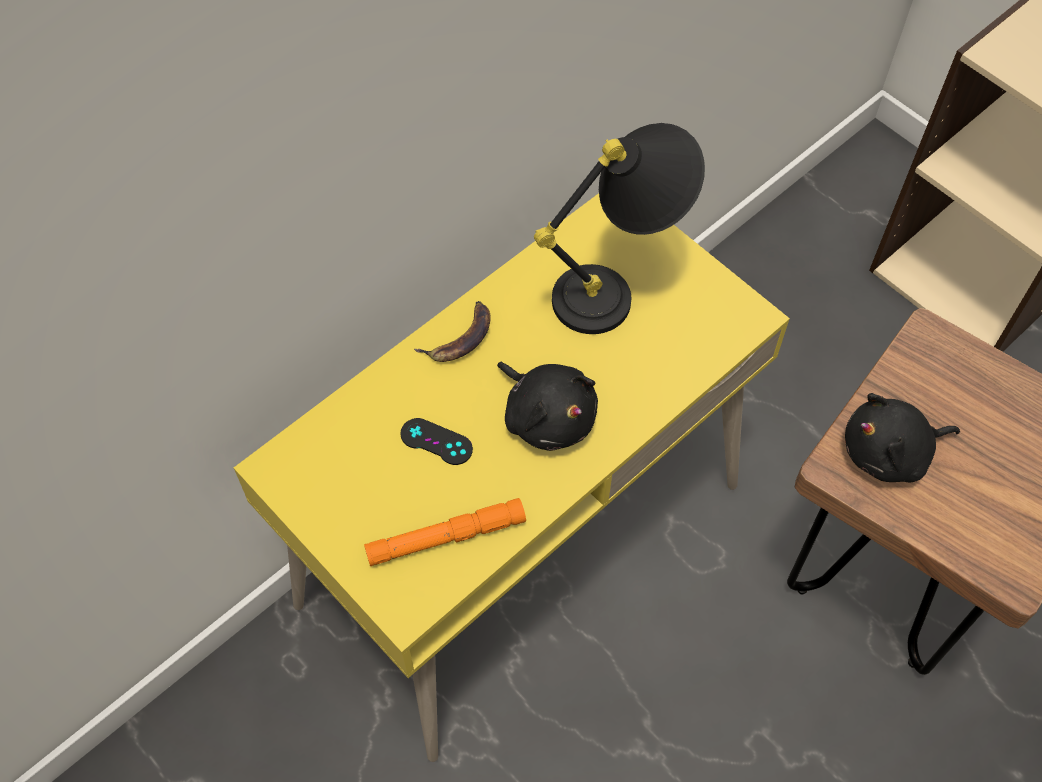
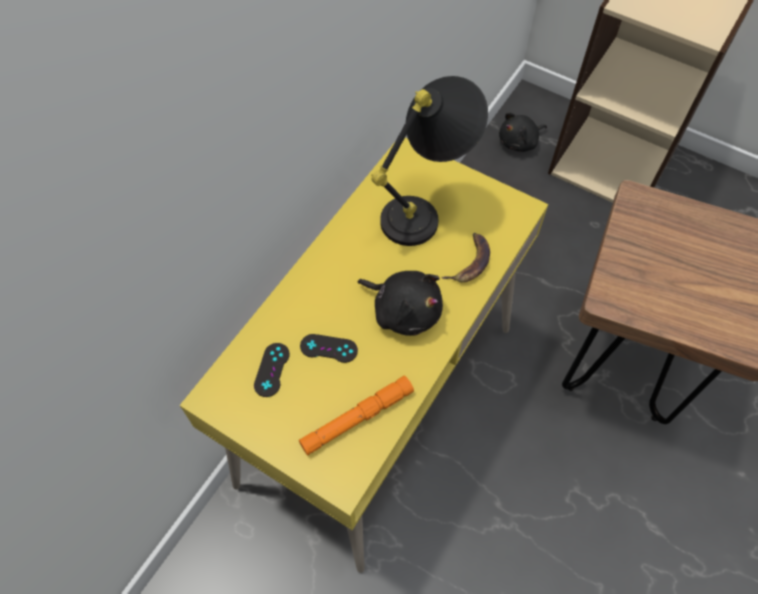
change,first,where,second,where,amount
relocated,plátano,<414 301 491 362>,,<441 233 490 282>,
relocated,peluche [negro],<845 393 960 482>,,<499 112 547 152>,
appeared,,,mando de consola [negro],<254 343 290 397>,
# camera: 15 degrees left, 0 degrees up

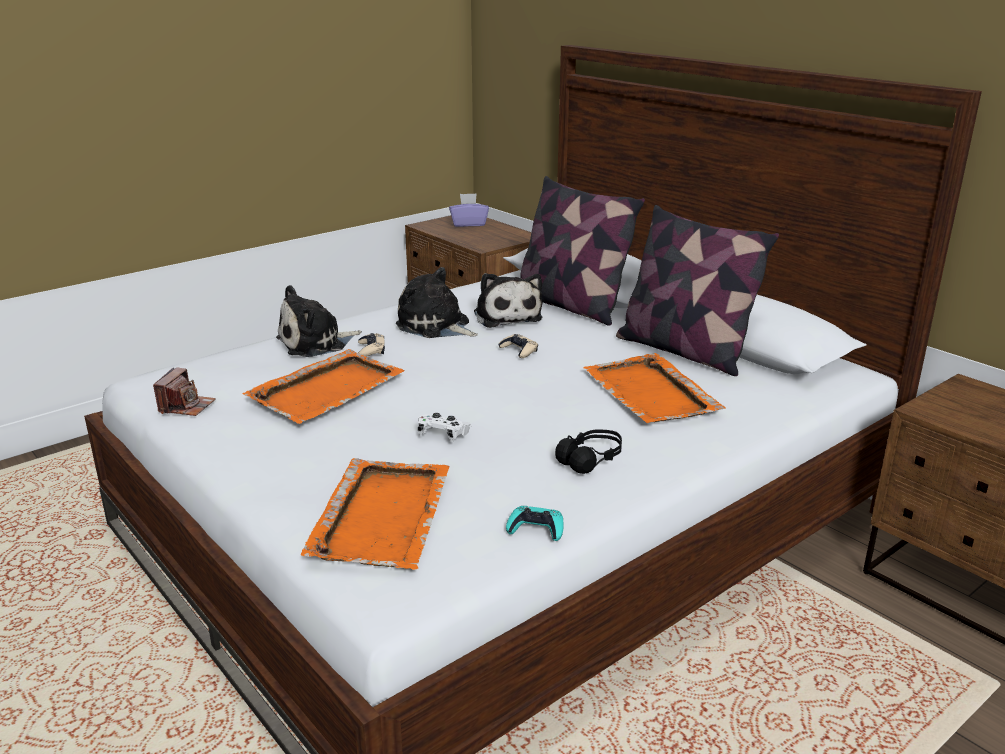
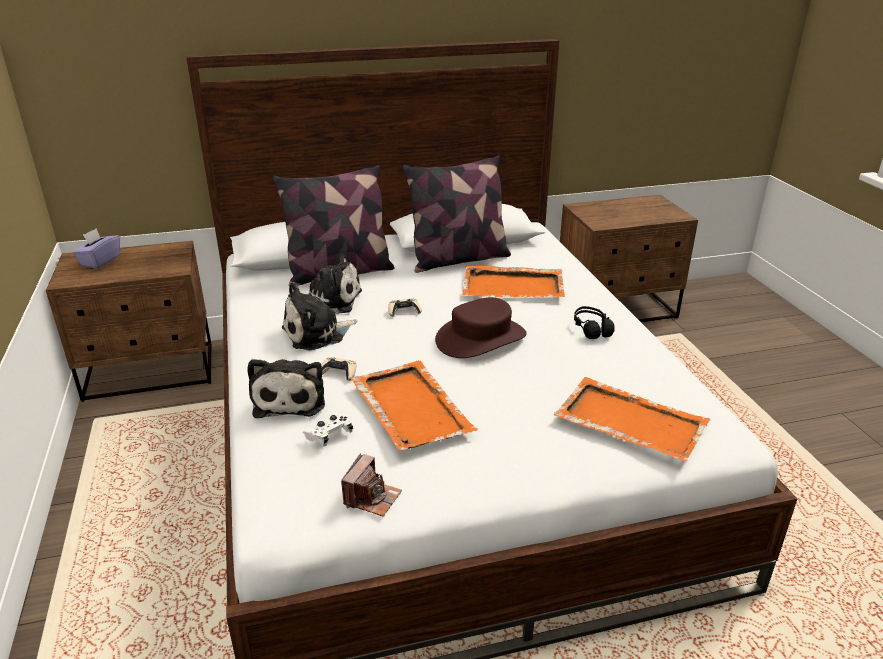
change,first,where,second,where,amount
spun,cámara,<153 367 216 416>,,<341 453 402 517>,75 degrees clockwise
relocated,mando de consola [blanco],<418 413 471 441>,,<303 414 353 446>,
missing,mando de consola [turquesa],<506 506 564 541>,,,
appeared,,,sombrero [marrón],<435 297 527 358>,
# camera: 65 degrees left, 5 degrees up

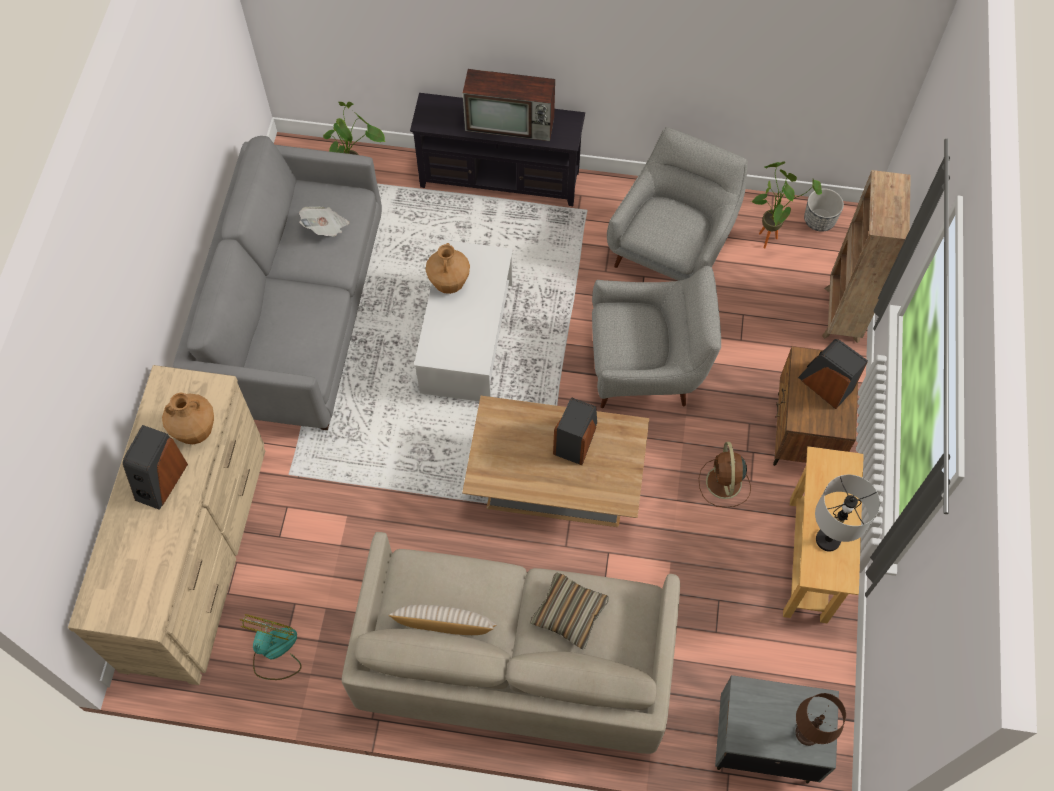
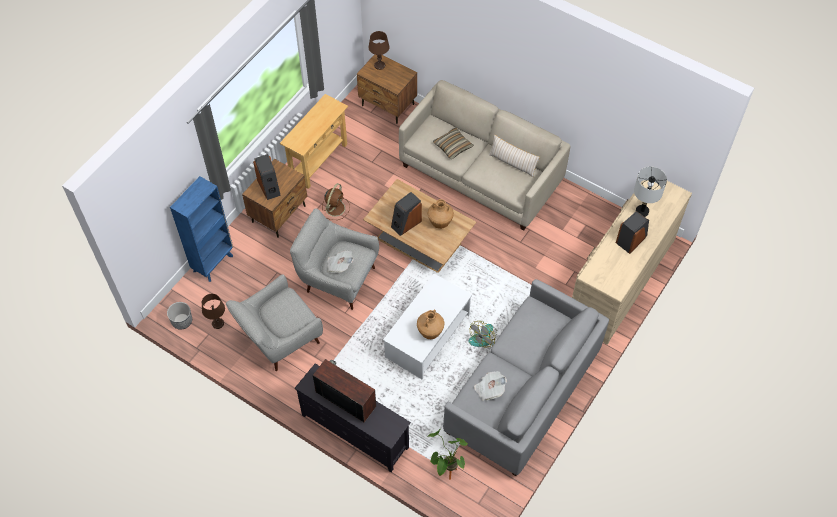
change,first,where,second,where,amount
relocated,florero [marrón],<162 393 214 444>,,<428 199 454 229>,
relocated,ventilador,<240 614 302 680>,,<468 321 497 347>,
colour,mesita de noche [gris],<715 675 839 784>,mesita de noche [marrón],<357 54 417 124>,
exchanged,planta en maceta,<751 161 822 249>,lámpara de mesa [marrón],<202 294 225 329>,
relocated,lámpara de mesa [gris],<815 475 880 552>,,<634 167 667 217>,
colour,estantería [marrón],<822 170 911 343>,estantería [azul],<170 176 233 282>,
appeared,,,periódico,<327 250 353 272>,
# camera: 155 degrees left, 5 degrees down

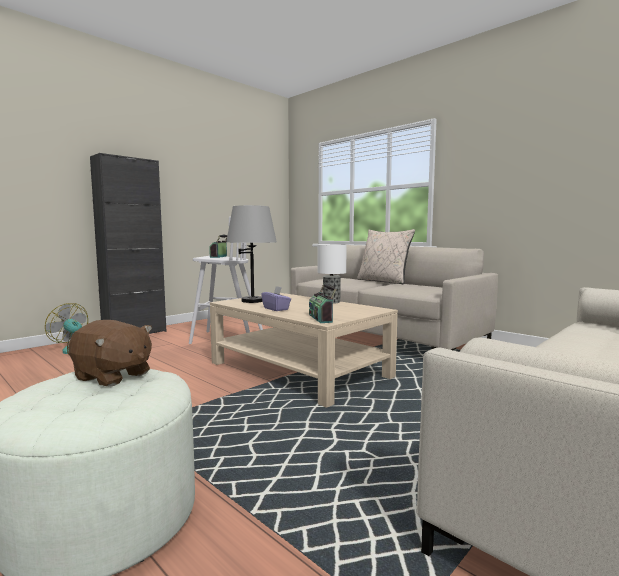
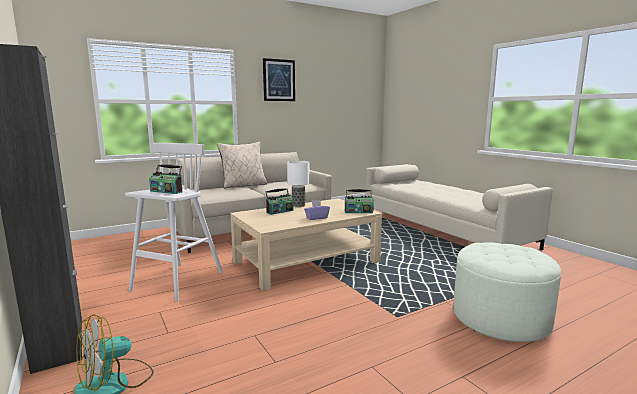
change,first,where,second,where,amount
missing,peluche [marrón],<68 320 152 386>,,,
missing,lámpara de mesa [gris],<226 205 277 303>,,,
appeared,,,cuadro,<263 58 295 101>,
appeared,,,radio,<265 188 294 215>,
# camera: 75 degrees left, 5 degrees up

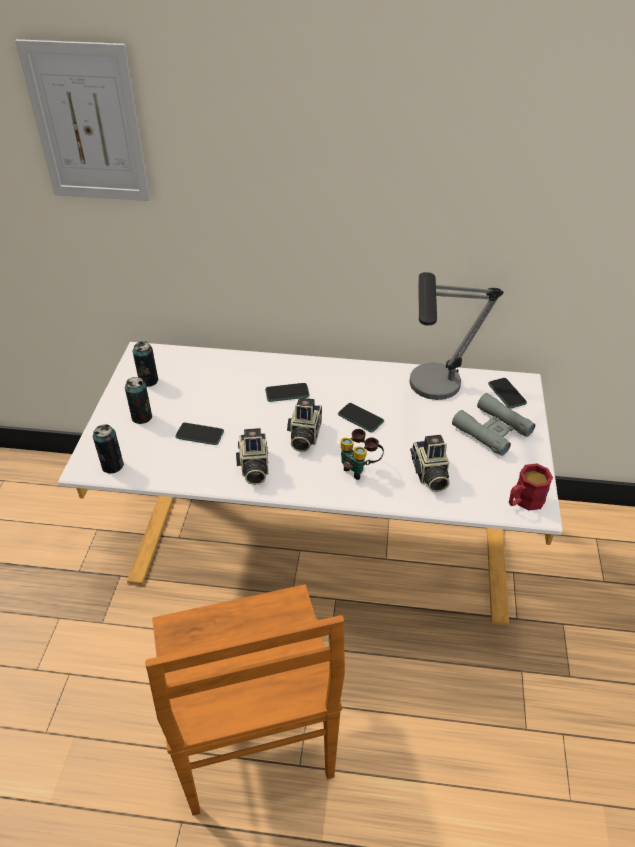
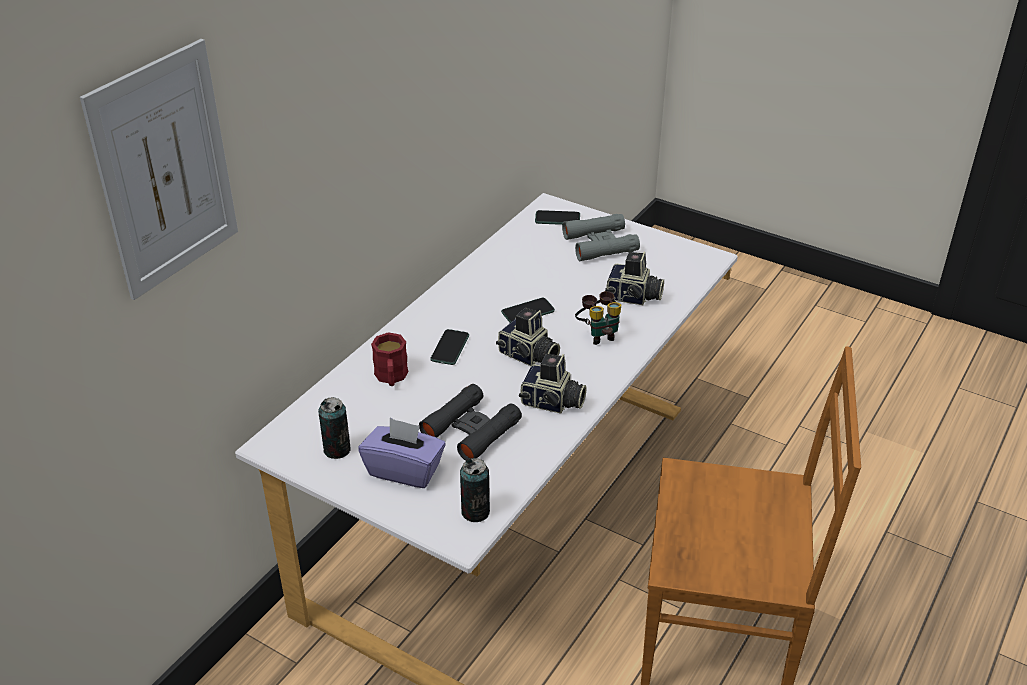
change,first,where,second,where,amount
exchanged,lata,<125 377 152 424>,caja de pañuelos [morado],<358 418 446 488>,
exchanged,móvil,<175 423 224 445>,prismáticos [negro],<419 384 522 461>,
missing,lámpara de mesa,<409 272 504 400>,,,
relocated,taza grande [rojo],<509 463 553 511>,,<371 332 408 386>,
# camera: 65 degrees left, 5 degrees down

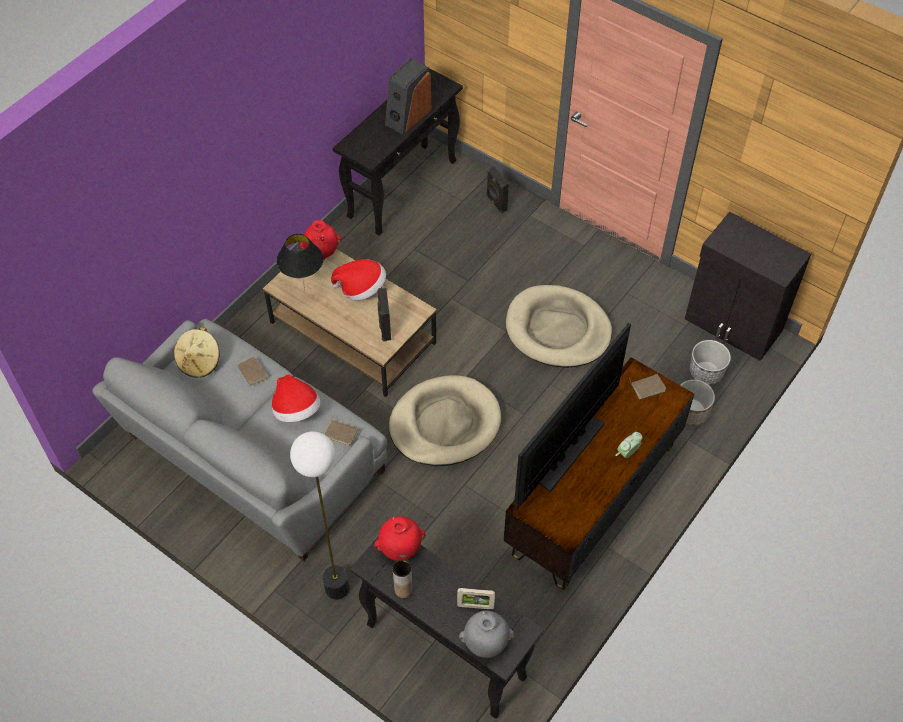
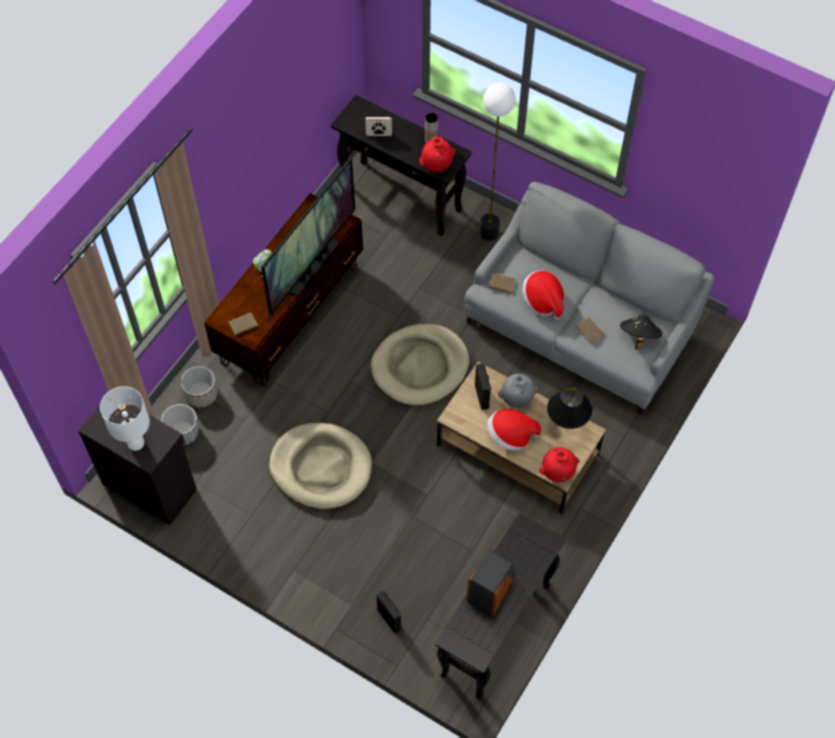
change,first,where,second,where,amount
colour,sombrero [beis],<174 327 220 378>,sombrero [negro],<620 314 663 350>,
relocated,florero [gris],<459 610 514 658>,,<498 374 538 409>,
appeared,,,lámpara de mesa [blanco],<100 386 150 451>,
# camera: 175 degrees right, 5 degrees up

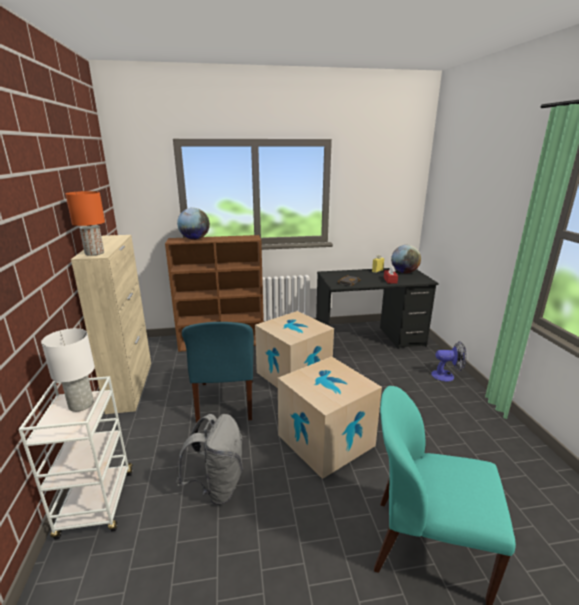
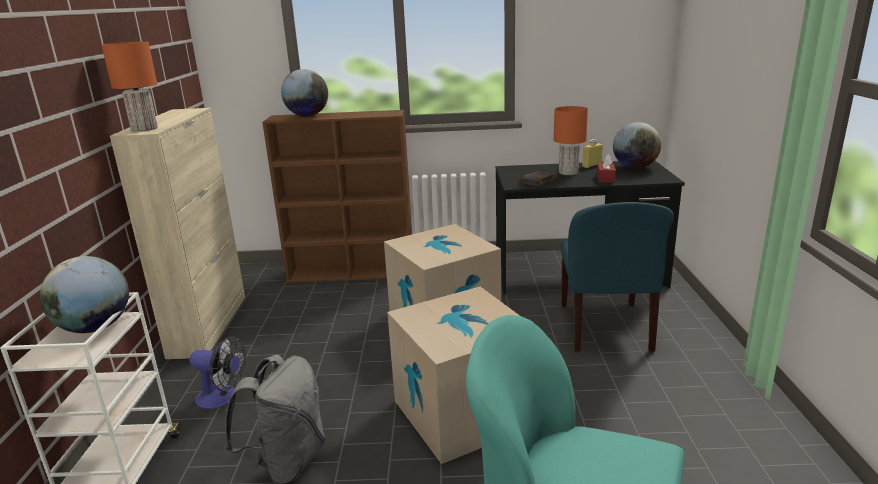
change,first,where,second,where,amount
exchanged,lámpara de mesa [blanco],<41 328 95 412>,globo terráqueo,<40 256 129 333>,
relocated,silla [azul],<182 322 254 423>,,<560 202 674 352>,
relocated,ventilador,<431 342 467 382>,,<189 336 246 409>,
appeared,,,lámpara de mesa [naranja],<554 106 588 175>,
# camera: 10 degrees right, 0 degrees up

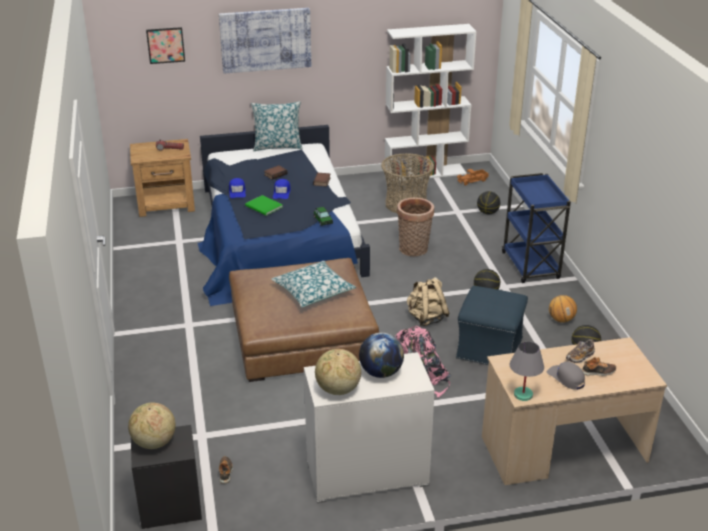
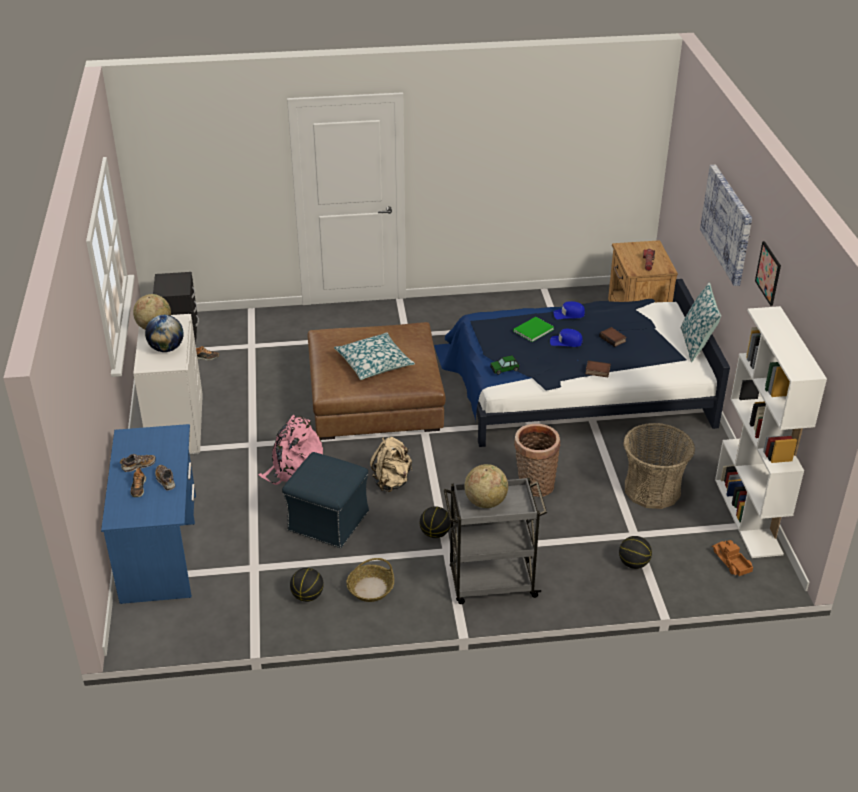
change,first,where,second,where,amount
relocated,globo terráqueo,<128 403 176 449>,,<464 464 508 508>,
relocated,cuadro,<146 27 185 64>,,<755 241 781 306>,
colour,escritorio [beis],<482 337 667 485>,escritorio [azul],<101 424 196 604>,
colour,carrito [azul],<502 173 571 283>,carrito [gris],<444 478 547 604>,
missing,lámpara de mesa [gris],<510 341 544 401>,,,
exchanged,gorra [gris],<547 362 585 390>,zapato,<120 454 156 472>,
exchanged,balón de baloncesto,<549 295 577 323>,cesta,<346 558 394 602>,
# camera: 95 degrees right, 5 degrees up

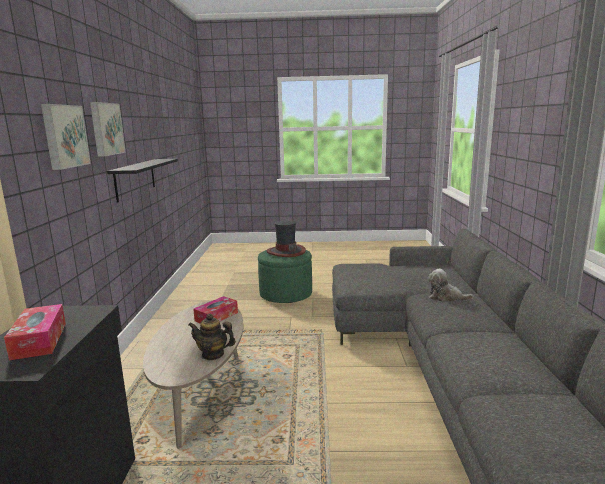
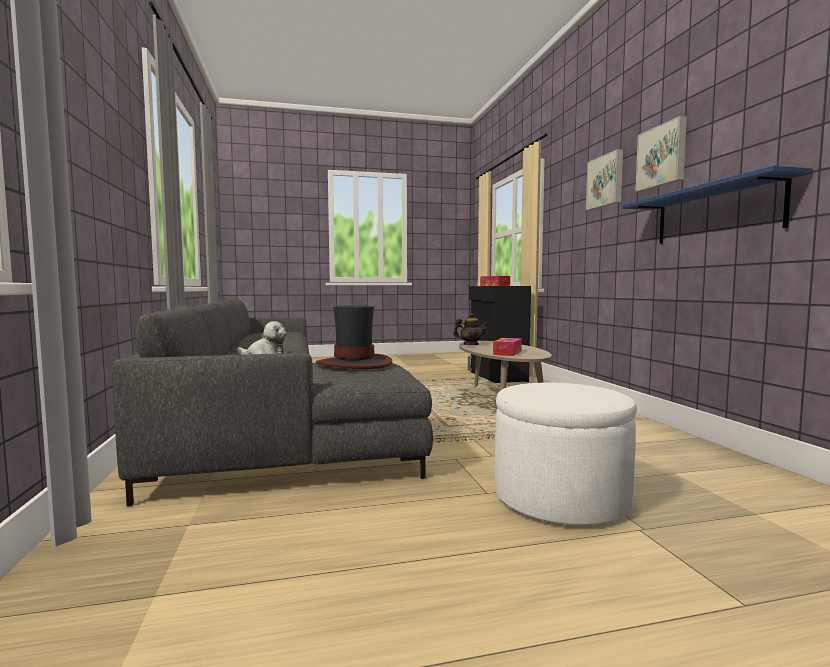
change,first,where,second,where,amount
colour,estante [negro],<107 159 178 202>,estante [azul],<622 165 813 244>,
colour,puf [verde],<258 250 312 303>,puf [blanco],<495 383 637 525>,
relocated,sombrero,<267 221 306 257>,,<316 305 392 369>,
# camera: 165 degrees right, 10 degrees down

